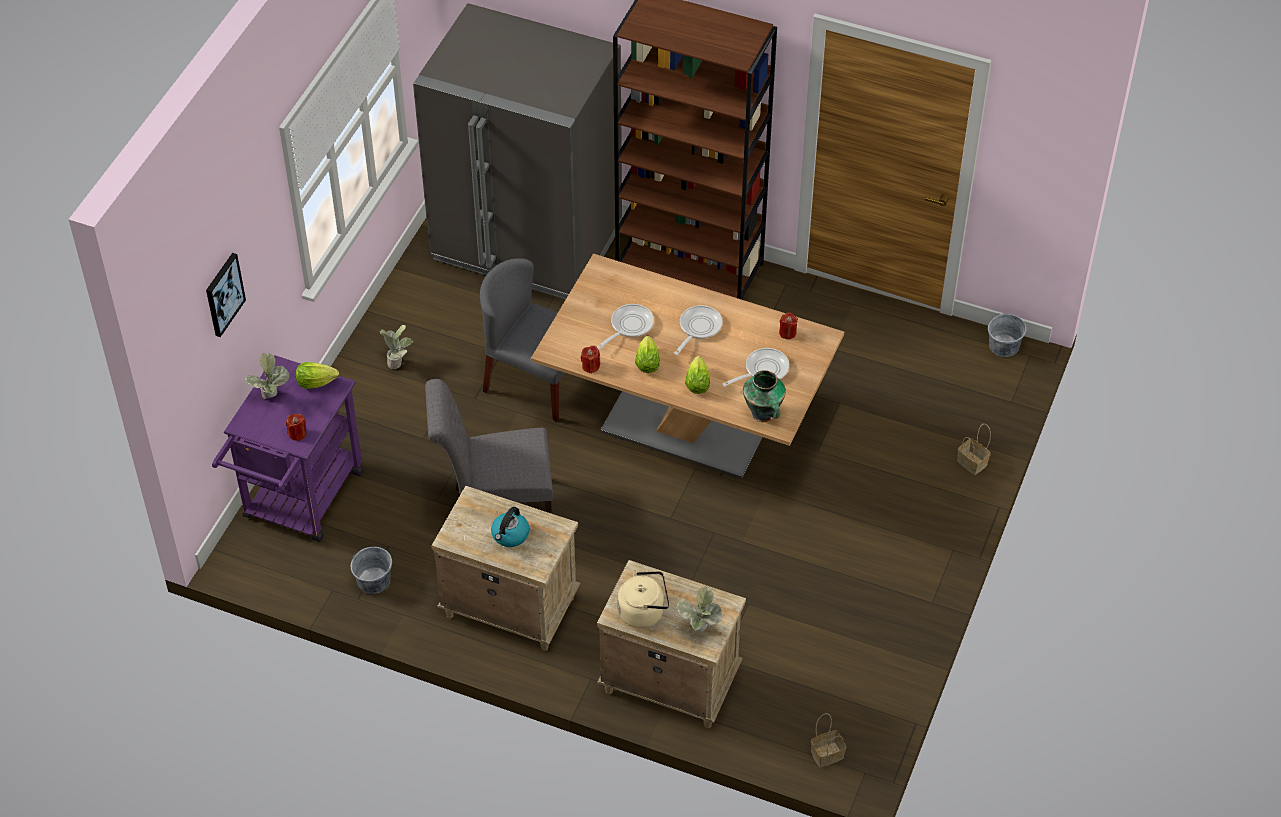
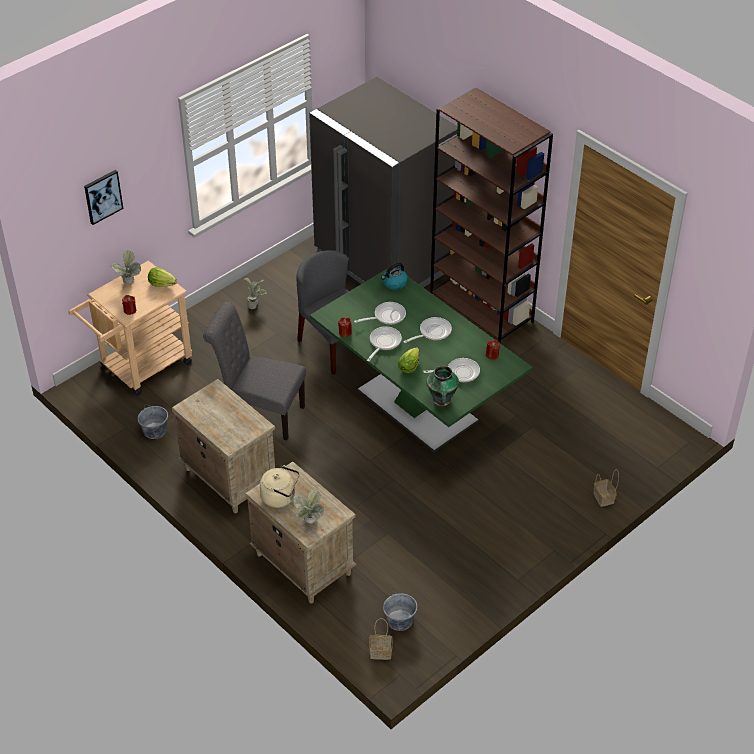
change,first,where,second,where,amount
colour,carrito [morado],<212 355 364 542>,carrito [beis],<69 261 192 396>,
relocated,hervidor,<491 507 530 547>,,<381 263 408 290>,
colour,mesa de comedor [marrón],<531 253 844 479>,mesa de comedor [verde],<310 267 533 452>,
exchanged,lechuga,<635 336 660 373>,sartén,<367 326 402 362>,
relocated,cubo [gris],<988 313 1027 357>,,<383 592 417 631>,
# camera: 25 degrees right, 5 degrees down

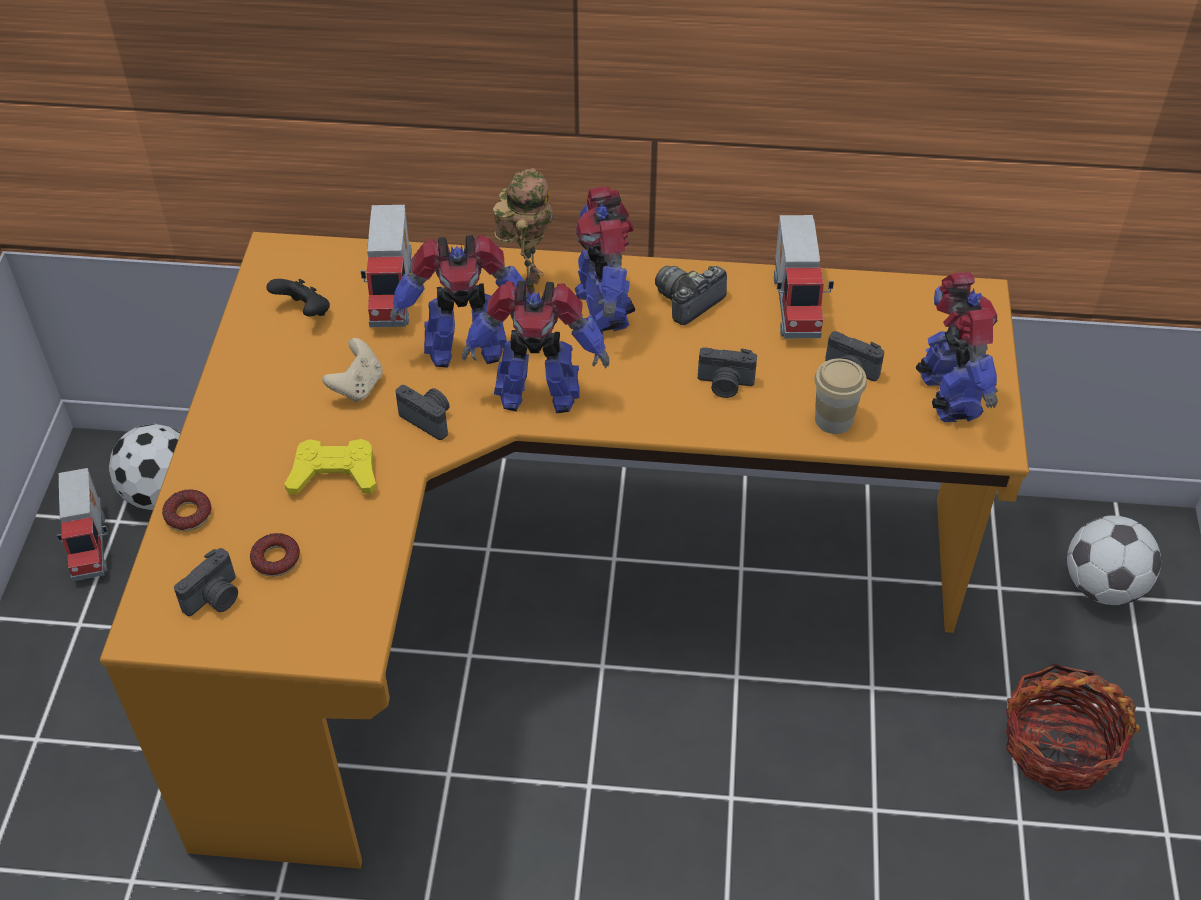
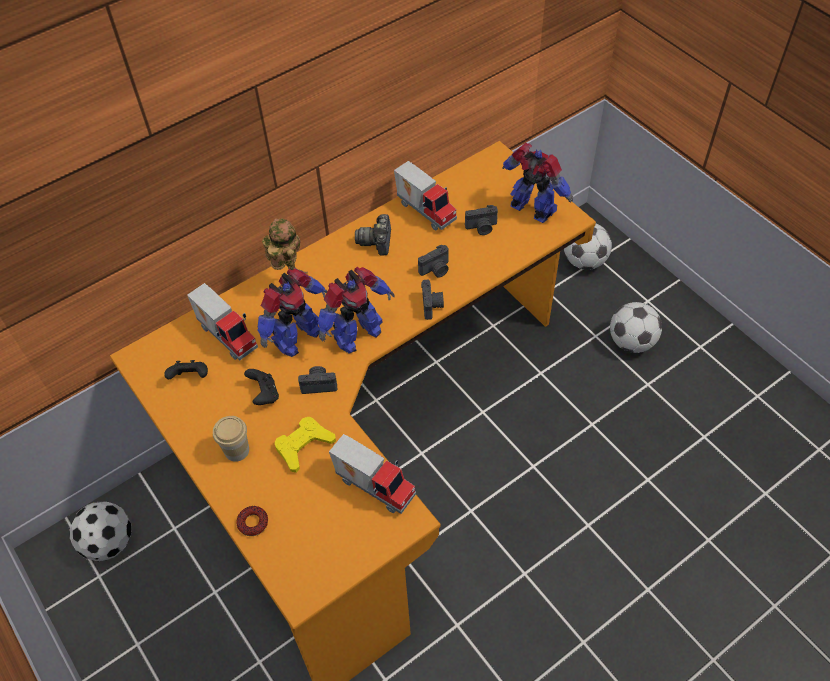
change,first,where,second,where,amount
relocated,camión de juguete,<57 468 108 581>,,<329 434 416 514>,
relocated,cámara,<174 548 238 616>,,<421 280 444 320>,
missing,rosquilla,<250 533 300 577>,,,
colour,mando de consola [beis],<322 338 383 402>,mando de consola [negro],<244 369 279 405>,
missing,robot de juguete,<575 186 635 334>,,,
relocated,taza,<814 358 867 434>,,<213 416 249 462>,
exchanged,cesta,<1006 664 1140 792>,balón de fútbol,<610 302 662 353>,
# camera: 40 degrees left, 5 degrees up

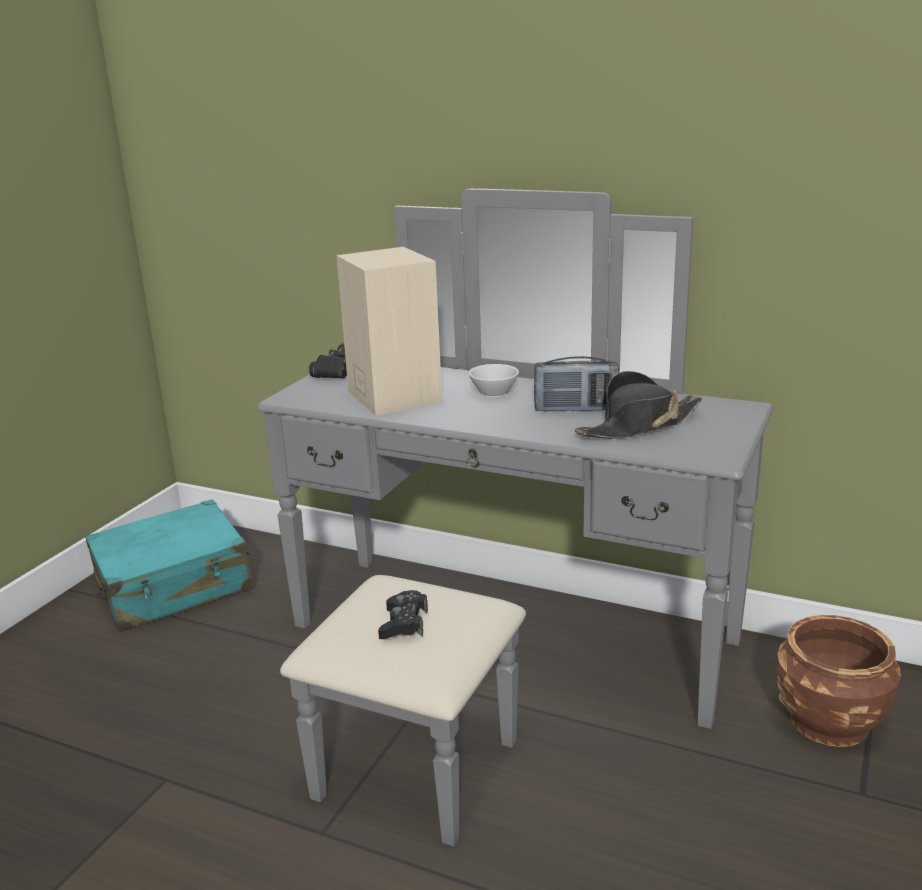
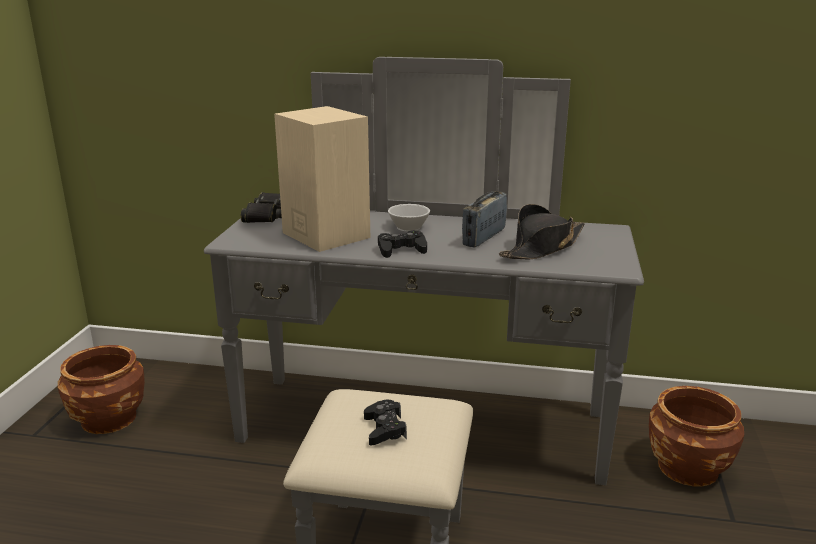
change,first,where,second,where,amount
exchanged,maleta [turquesa],<85 499 253 632>,maceta [marrón],<58 345 145 434>,
spun,radio,<534 356 619 412>,,<462 191 507 248>,135 degrees clockwise
appeared,,,mando de consola [negro],<378 230 427 258>,
# camera: 15 degrees left, 0 degrees up

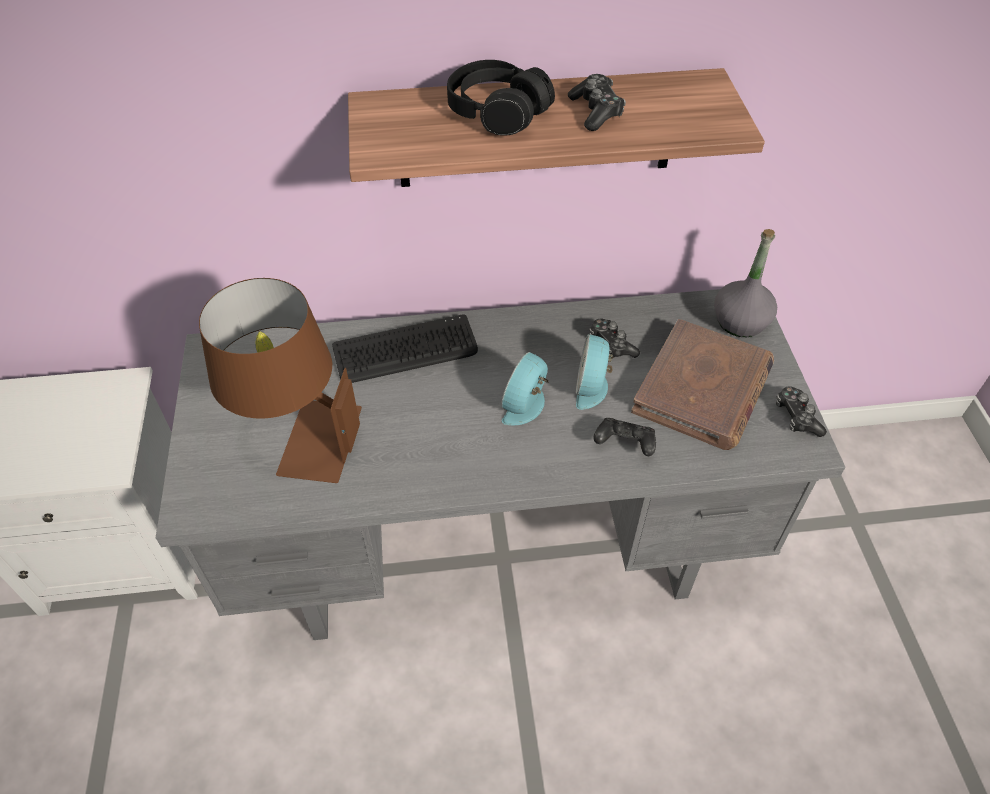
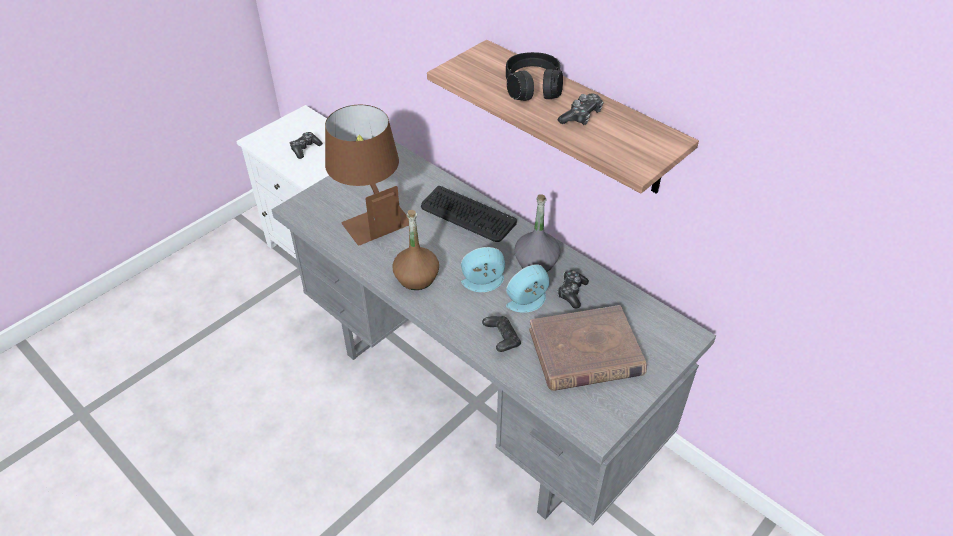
change,first,where,second,where,amount
relocated,botella [gris],<714 229 777 337>,,<514 194 560 272>,
relocated,mando de consola,<776 386 827 437>,,<290 132 323 159>,
appeared,,,botella [marrón],<392 210 439 290>,
# camera: 50 degrees right, 5 degrees down

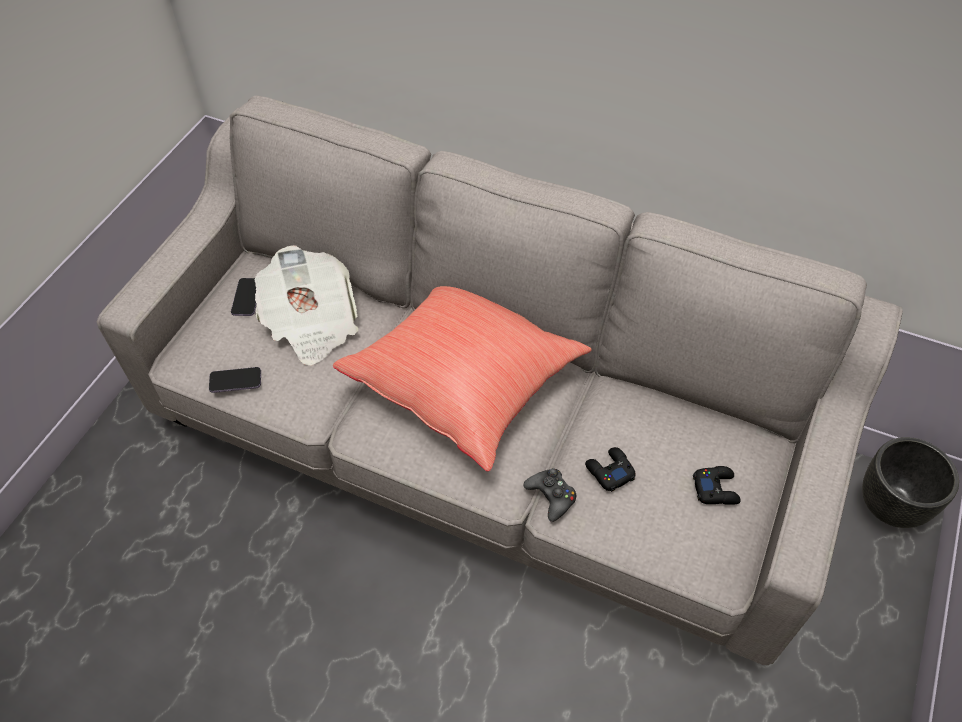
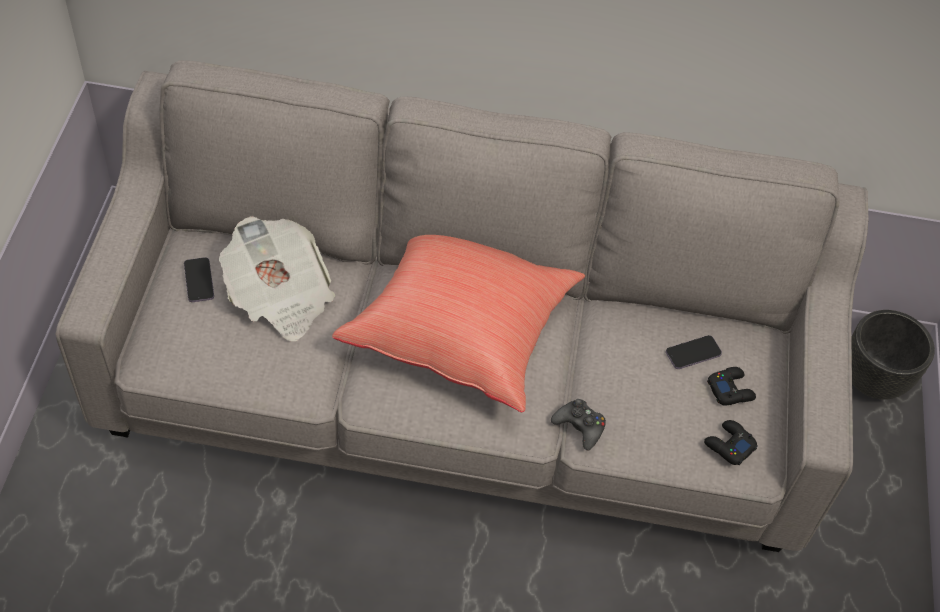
change,first,where,second,where,amount
relocated,móvil,<209 367 261 393>,,<666 335 722 369>,
relocated,mando de consola [negro],<585 447 636 492>,,<704 420 758 465>,
# camera: 20 degrees left, 0 degrees up

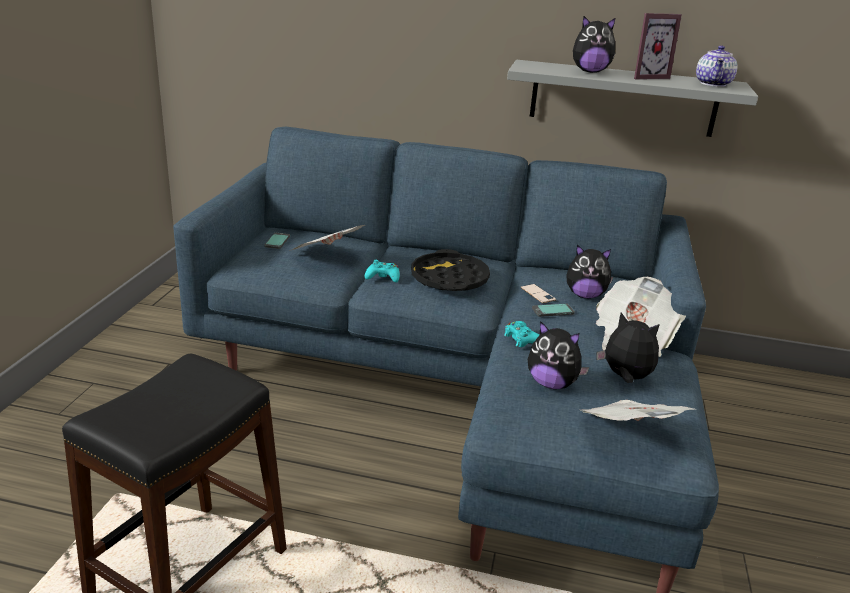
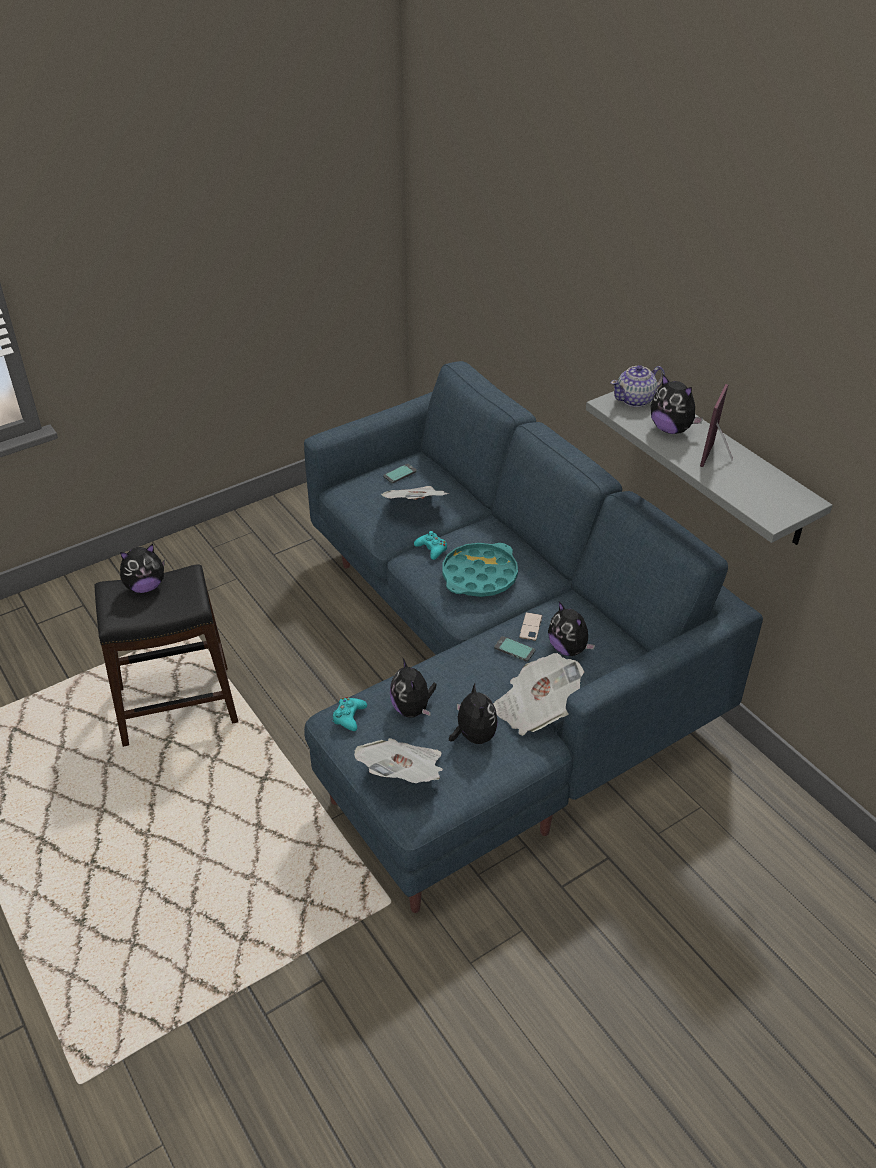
change,first,where,second,where,amount
colour,bandeja [negro],<411 249 490 291>,bandeja [turquesa],<442 543 518 597>,
relocated,mando de consola [turquesa],<504 321 539 347>,,<332 697 367 731>,
spun,portarretratos,<634 13 682 79>,,<700 384 733 467>,90 degrees clockwise
relocated,tetera,<696 45 738 87>,,<611 365 665 407>,
appeared,,,peluche,<120 544 165 593>,
# camera: 45 degrees right, 15 degrees up

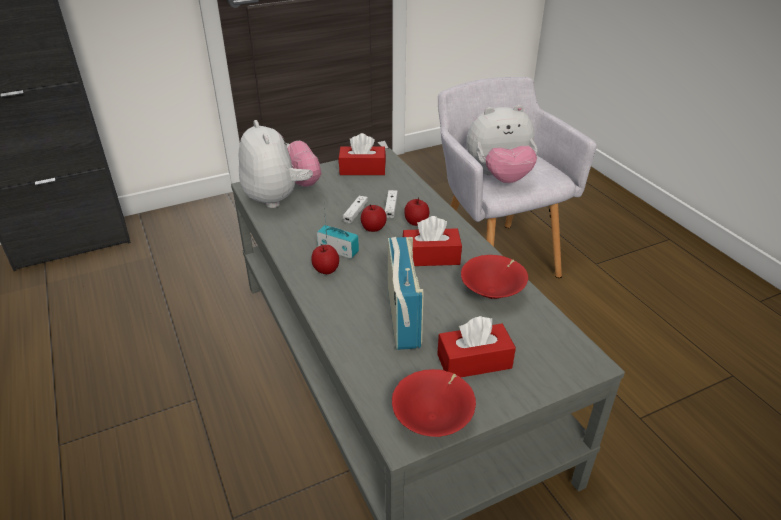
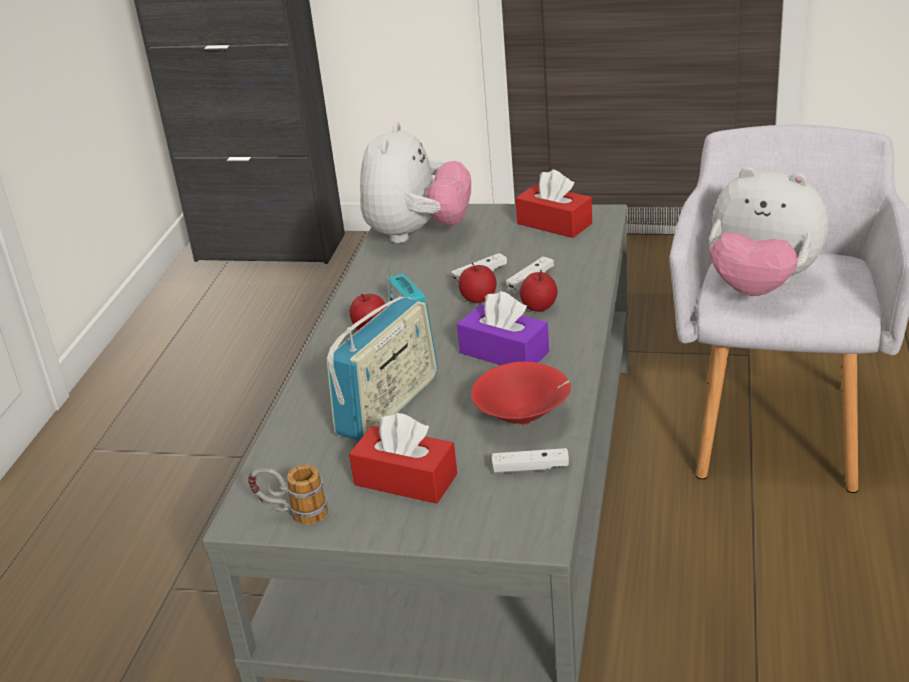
change,first,where,second,where,amount
exchanged,cuenco [rojo],<392 369 476 437>,taza grande,<248 465 328 525>,
colour,caja de pañuelos [rojo],<403 216 462 266>,caja de pañuelos [morado],<457 291 549 365>,
appeared,,,mando de consola [blanco],<492 448 569 474>,
# camera: 40 degrees right, 5 degrees down

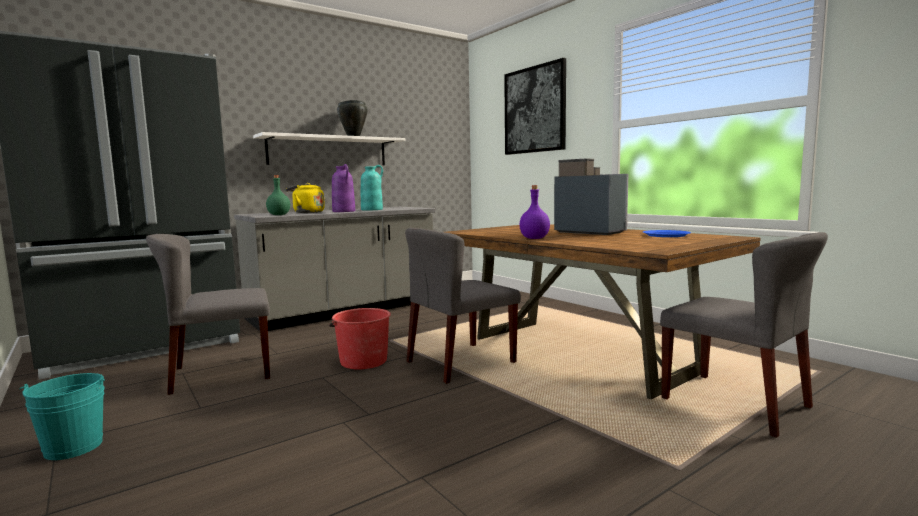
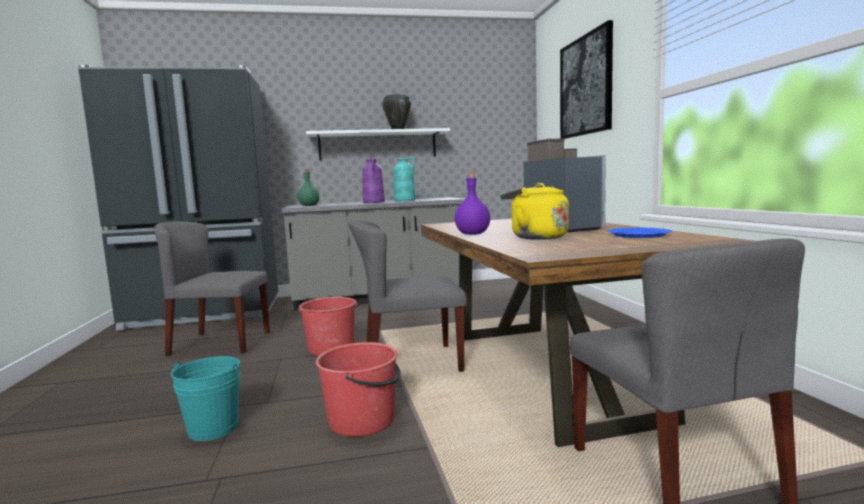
change,first,where,second,where,amount
relocated,cubo [turquesa],<19 373 105 460>,,<171 356 241 441>,
relocated,hervidor [amarillo],<286 183 325 213>,,<500 183 569 240>,
appeared,,,cubo [rojo],<315 342 401 437>,
# camera: 25 degrees right, 0 degrees up

